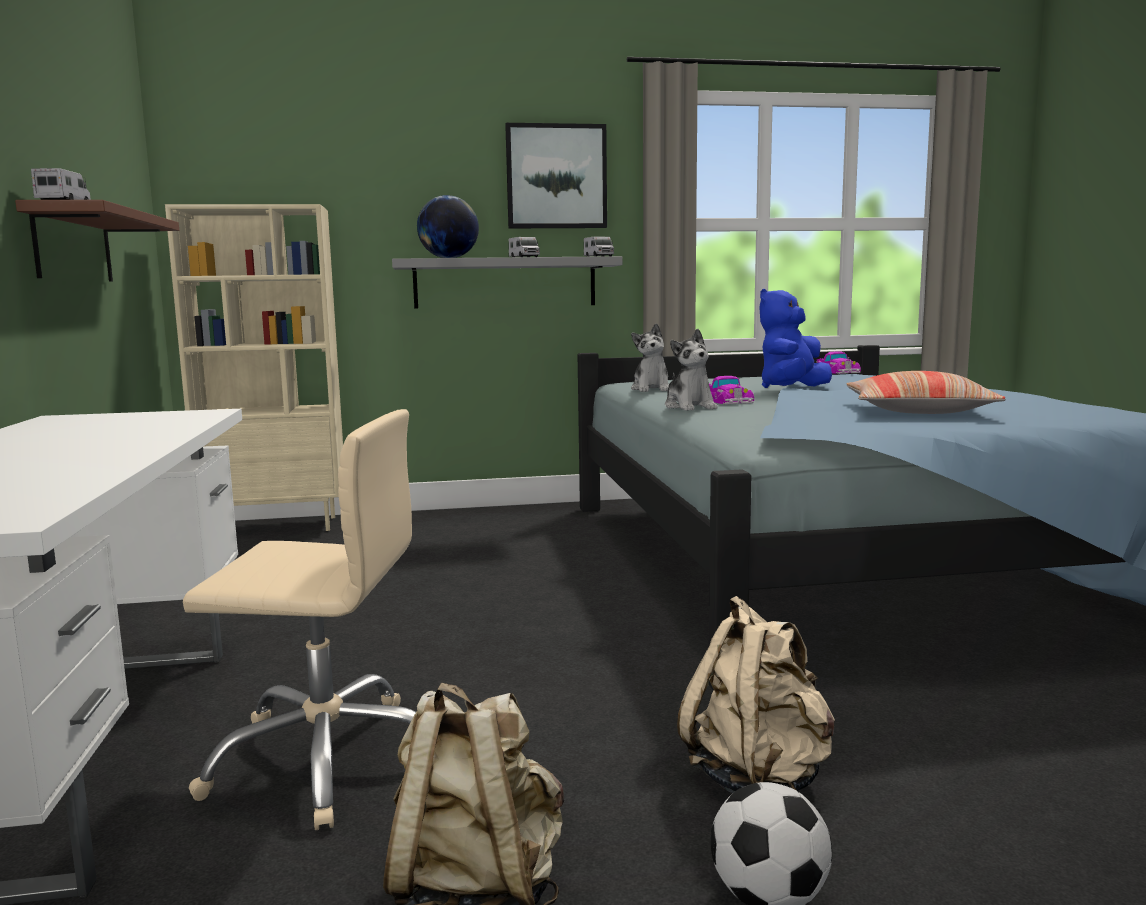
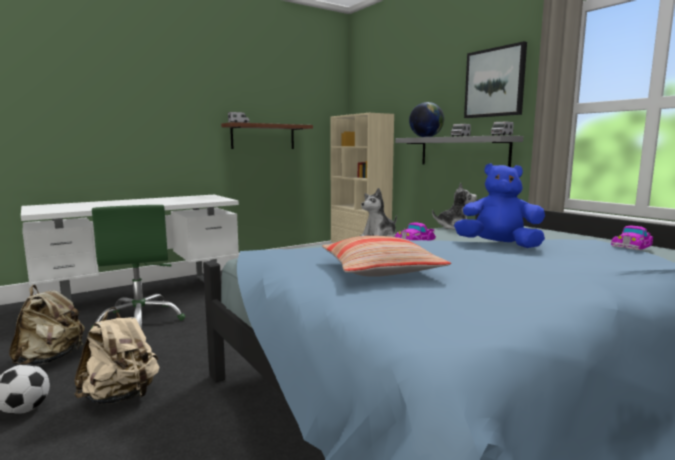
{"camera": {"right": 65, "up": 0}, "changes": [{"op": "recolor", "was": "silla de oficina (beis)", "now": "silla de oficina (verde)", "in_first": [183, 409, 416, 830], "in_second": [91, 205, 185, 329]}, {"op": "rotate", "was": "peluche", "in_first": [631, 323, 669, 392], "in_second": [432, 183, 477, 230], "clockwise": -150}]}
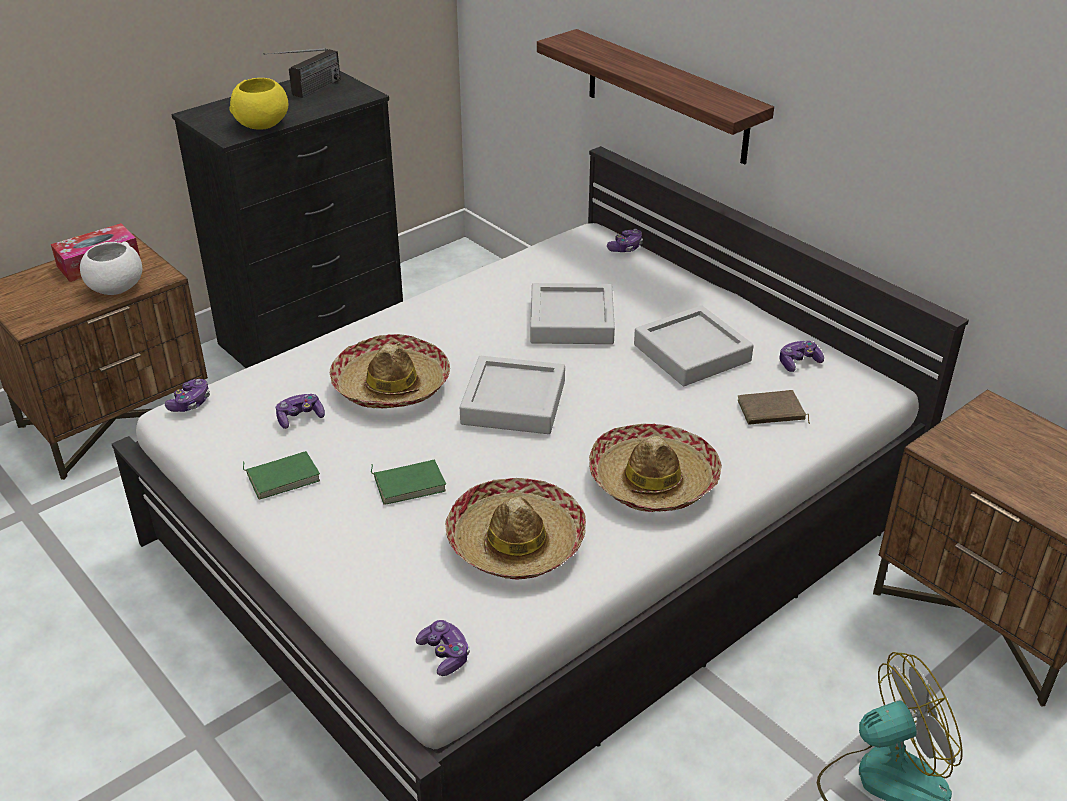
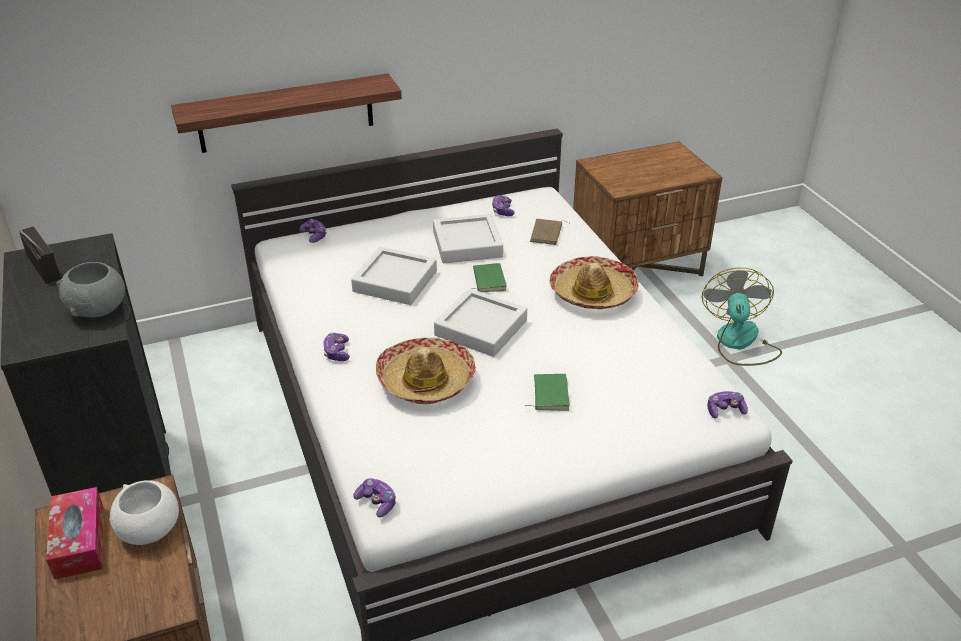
{"camera": {"right": -70, "up": 0}, "changes": [{"op": "delete", "was": "sombrero", "in_first": [445, 478, 586, 580]}, {"op": "move", "was": "libro (verde)", "in_first": [243, 451, 320, 499], "in_second": [472, 263, 507, 292]}, {"op": "move", "was": "mando de consola", "in_first": [276, 394, 325, 429], "in_second": [323, 333, 350, 361]}, {"op": "recolor", "was": "cuenco (amarillo)", "now": "cuenco (gris)", "in_first": [229, 78, 288, 130], "in_second": [56, 262, 125, 317]}]}
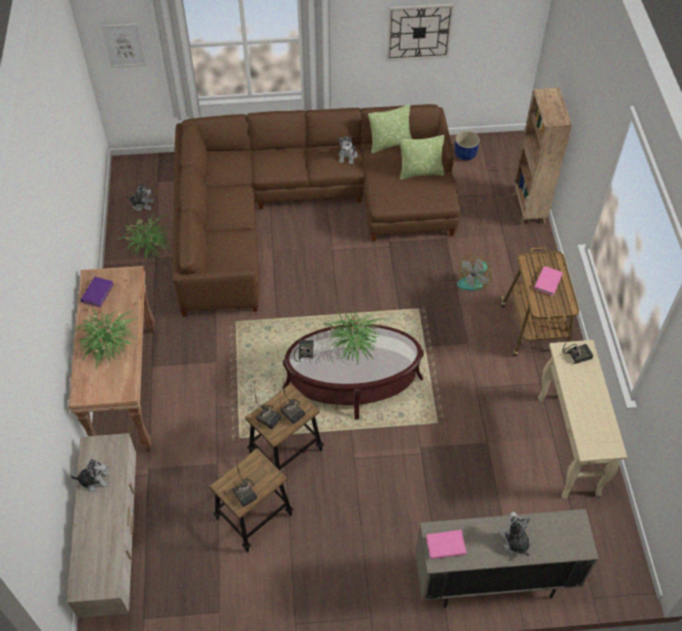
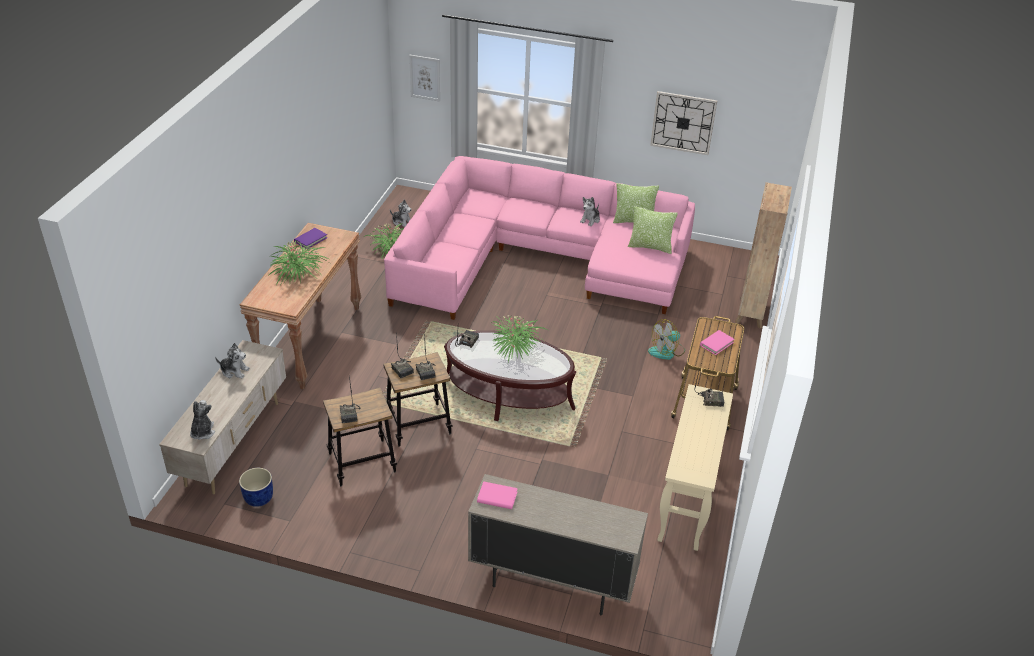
{"camera": {"right": 20, "up": -15}, "changes": [{"op": "move", "was": "maceta (azul)", "in_first": [455, 131, 480, 161], "in_second": [239, 468, 273, 507]}, {"op": "move", "was": "peluche", "in_first": [500, 512, 531, 556], "in_second": [190, 400, 215, 440]}, {"op": "recolor", "was": "sofá (marrón)", "now": "sofá (rosa)", "in_first": [172, 104, 460, 317], "in_second": [384, 156, 695, 320]}]}
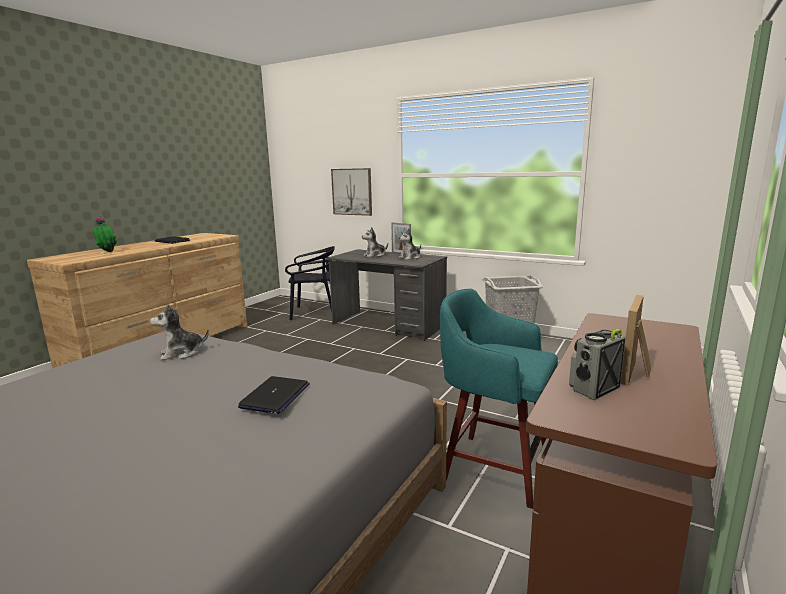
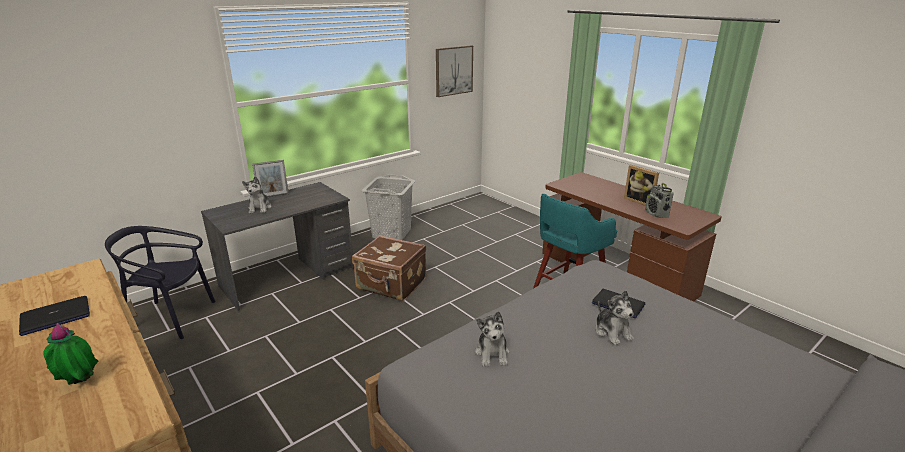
{"camera": {"right": -70, "up": 10}, "changes": [{"op": "insert", "now": "maleta (marrón)", "in_second": [352, 235, 427, 301]}, {"op": "move", "was": "cuadro", "in_first": [331, 168, 372, 216], "in_second": [436, 46, 473, 97]}, {"op": "move", "was": "peluche", "in_first": [398, 228, 421, 260], "in_second": [595, 290, 634, 345]}, {"op": "rotate", "was": "silla (negro)", "in_first": [285, 246, 335, 320], "in_second": [105, 226, 216, 339], "clockwise": -105}]}
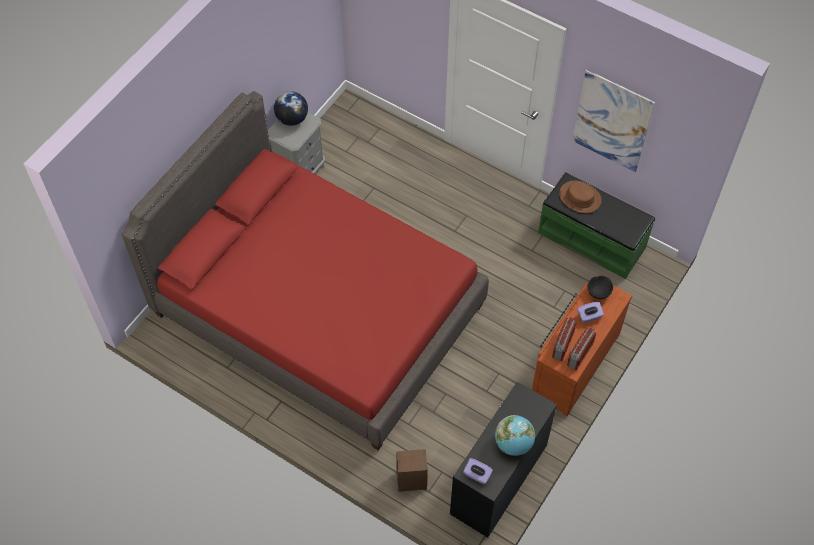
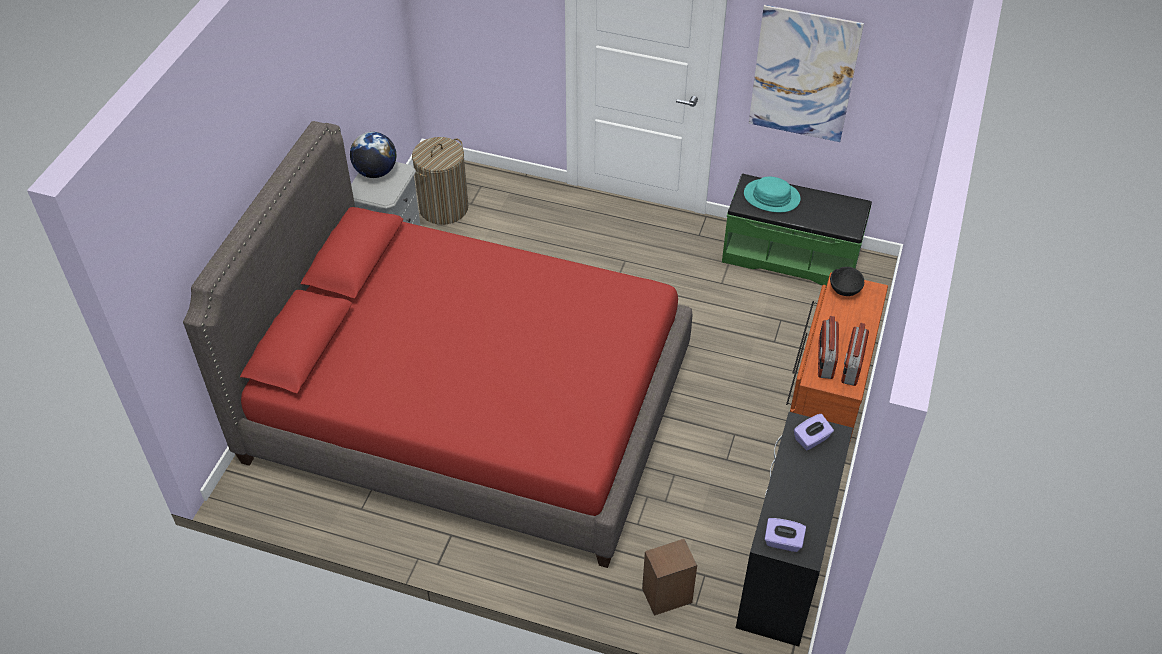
{"camera": {"right": -15, "up": -10}, "changes": [{"op": "delete", "was": "globo terráqueo", "in_first": [495, 415, 535, 456]}, {"op": "insert", "now": "cesto de la ropa", "in_second": [412, 137, 468, 225]}, {"op": "move", "was": "caja de pañuelos (morado)", "in_first": [577, 301, 604, 323], "in_second": [794, 414, 834, 451]}, {"op": "recolor", "was": "sombrero (marrón)", "now": "sombrero (turquesa)", "in_first": [559, 181, 602, 213], "in_second": [744, 177, 800, 212]}]}
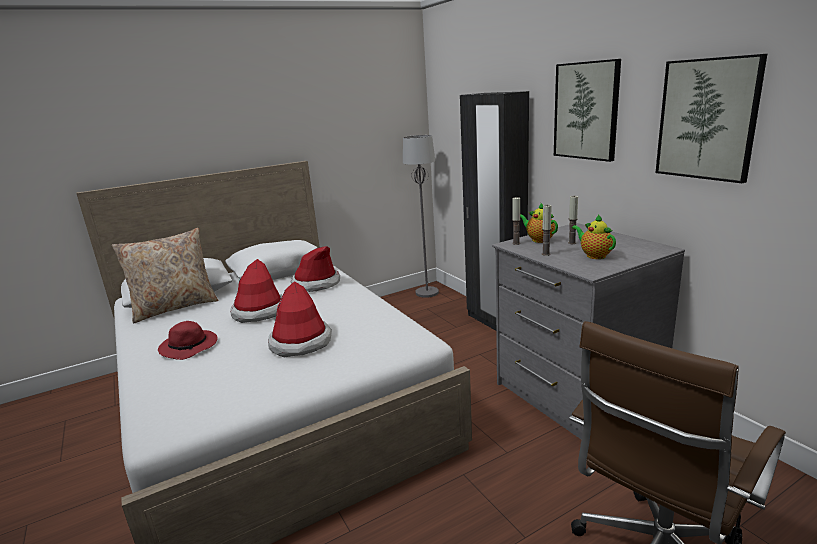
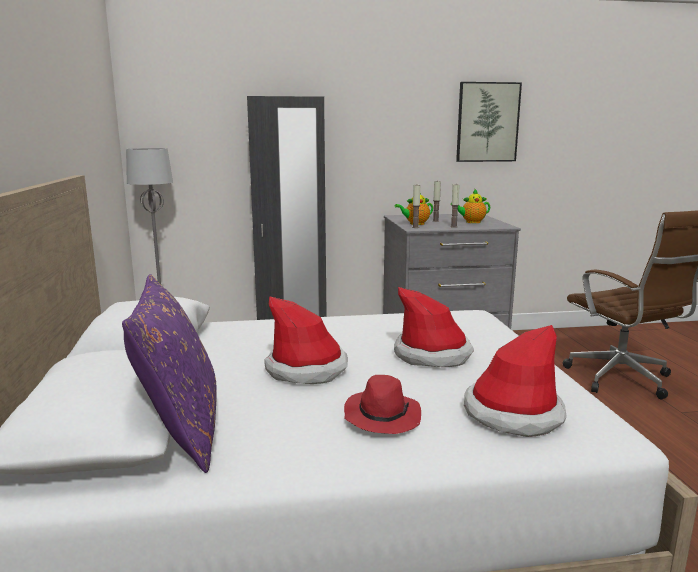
{"camera": {"right": -70, "up": -5}, "changes": [{"op": "delete", "was": "cuadro", "in_first": [554, 59, 621, 162]}, {"op": "move", "was": "sombrero", "in_first": [291, 246, 340, 292], "in_second": [464, 325, 567, 437]}, {"op": "recolor", "was": "cojín (beis)", "now": "cojín (morado)", "in_first": [112, 228, 218, 323], "in_second": [122, 274, 217, 473]}]}
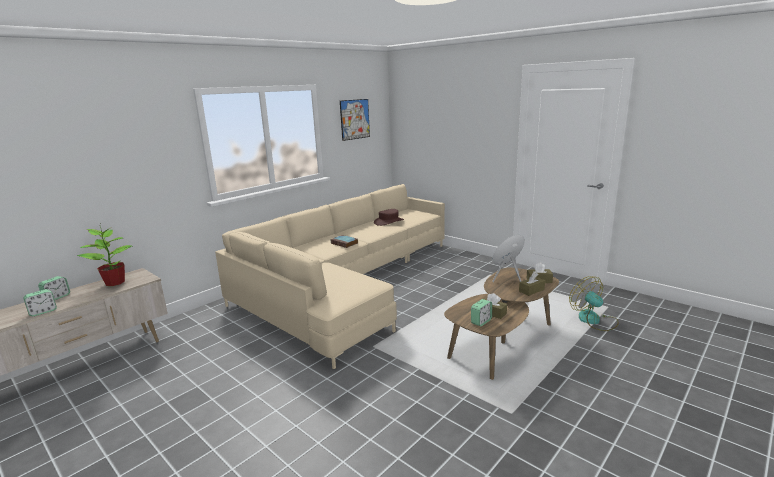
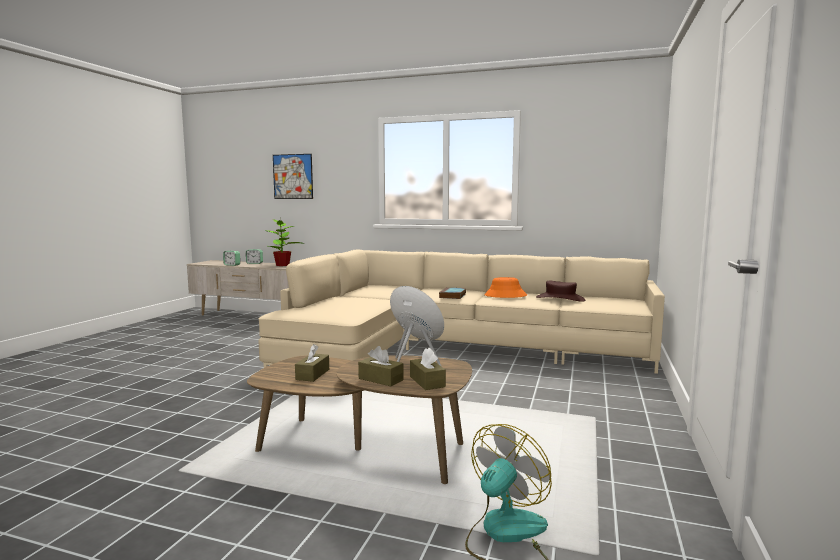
{"camera": {"right": 65, "up": -10}, "changes": [{"op": "delete", "was": "despertador", "in_first": [471, 299, 492, 326]}, {"op": "insert", "now": "sombrero (naranja)", "in_second": [484, 277, 527, 298]}, {"op": "move", "was": "cuadro", "in_first": [340, 99, 370, 141], "in_second": [273, 154, 313, 199]}]}
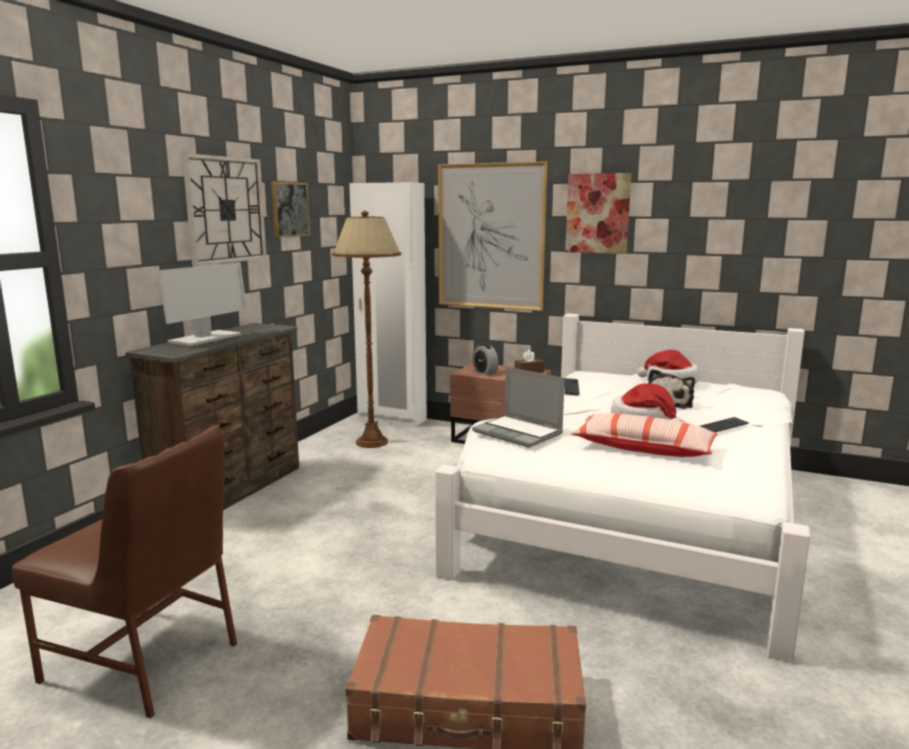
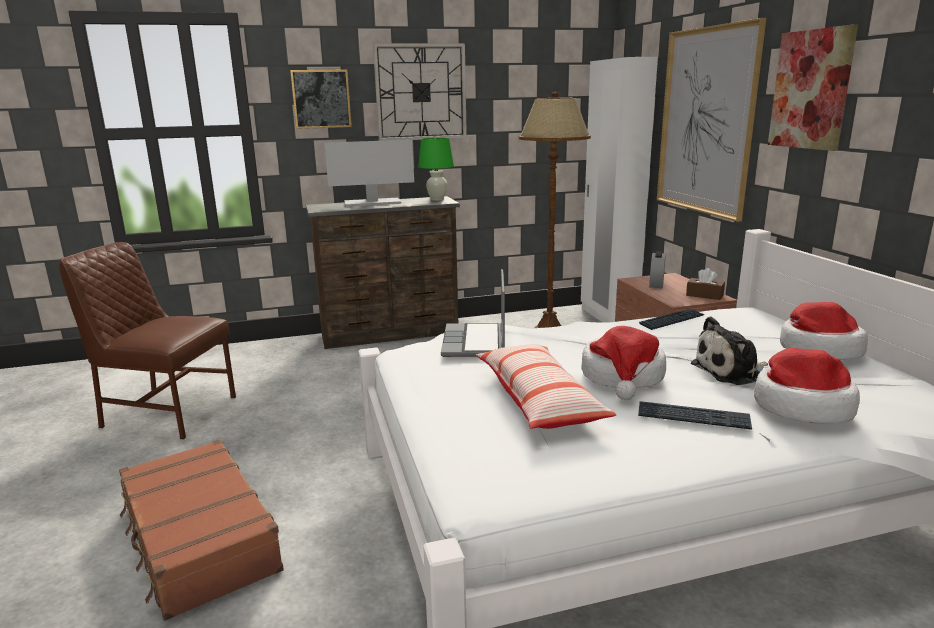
{"camera": {"right": 50, "up": 5}, "changes": [{"op": "insert", "now": "lámpara de mesa (verde)", "in_second": [418, 138, 454, 201]}, {"op": "insert", "now": "sombrero", "in_second": [754, 348, 860, 424]}, {"op": "move", "was": "cuadro", "in_first": [271, 182, 310, 238], "in_second": [290, 70, 352, 129]}, {"op": "rotate", "was": "silla (marrón)", "in_first": [12, 425, 237, 718], "in_second": [59, 242, 236, 439], "clockwise": 120}]}
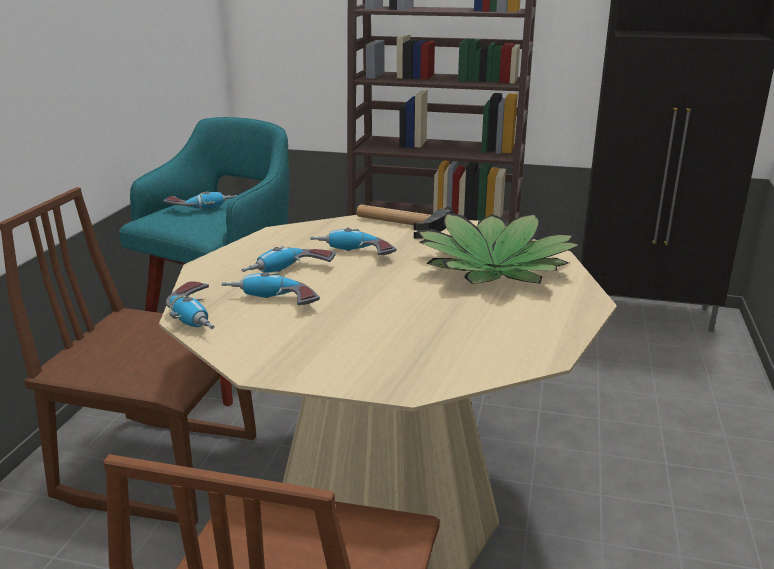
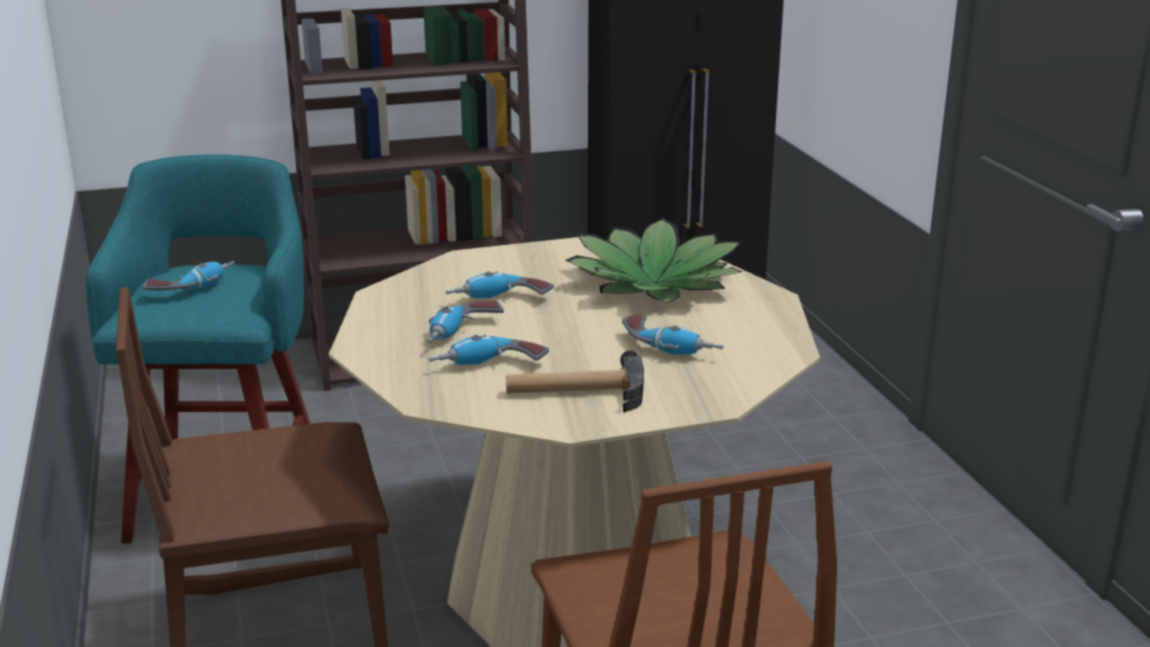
{"camera": {"right": -30, "up": 0}, "changes": [{"op": "move", "was": "taladro", "in_first": [166, 281, 214, 329], "in_second": [622, 315, 723, 355]}, {"op": "move", "was": "martillo", "in_first": [357, 204, 454, 239], "in_second": [506, 350, 644, 412]}]}
